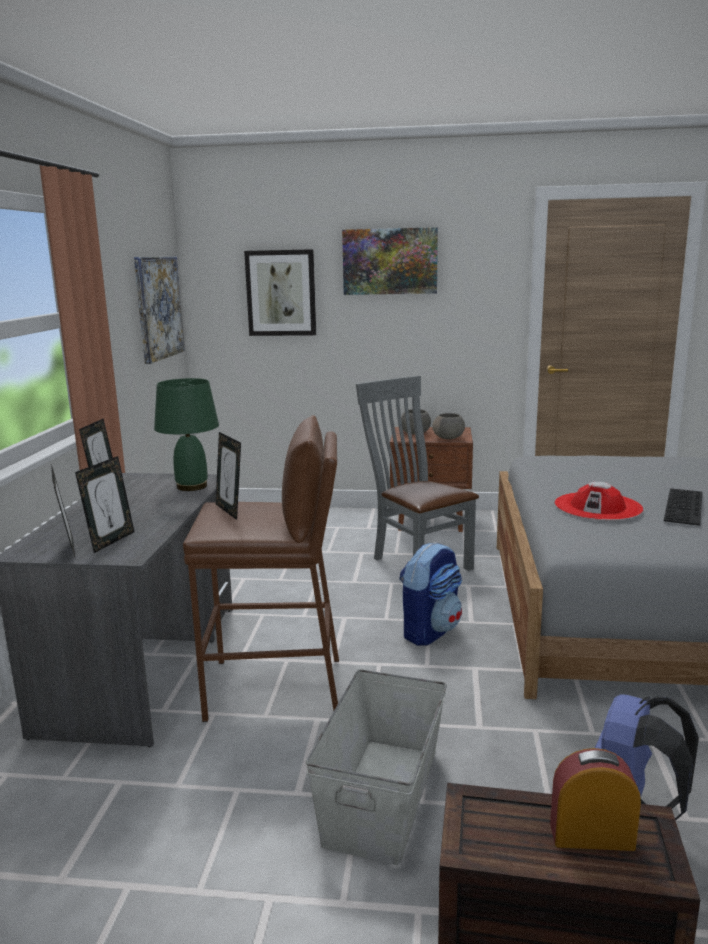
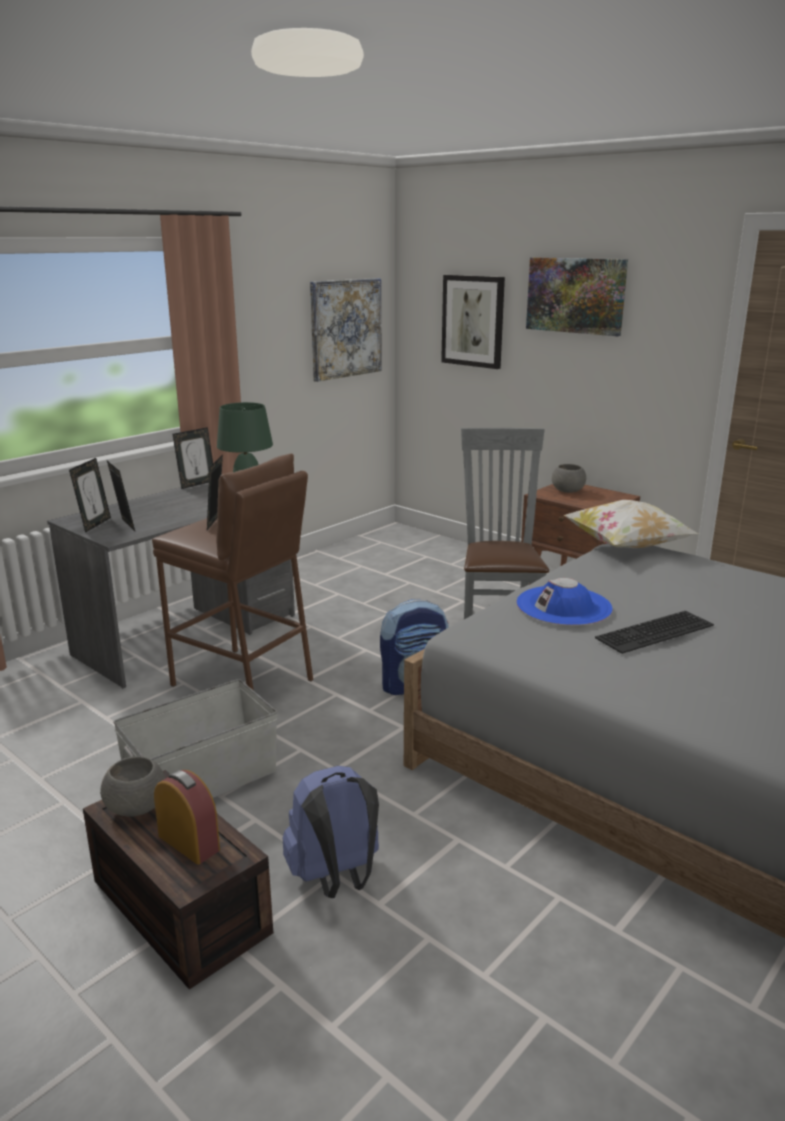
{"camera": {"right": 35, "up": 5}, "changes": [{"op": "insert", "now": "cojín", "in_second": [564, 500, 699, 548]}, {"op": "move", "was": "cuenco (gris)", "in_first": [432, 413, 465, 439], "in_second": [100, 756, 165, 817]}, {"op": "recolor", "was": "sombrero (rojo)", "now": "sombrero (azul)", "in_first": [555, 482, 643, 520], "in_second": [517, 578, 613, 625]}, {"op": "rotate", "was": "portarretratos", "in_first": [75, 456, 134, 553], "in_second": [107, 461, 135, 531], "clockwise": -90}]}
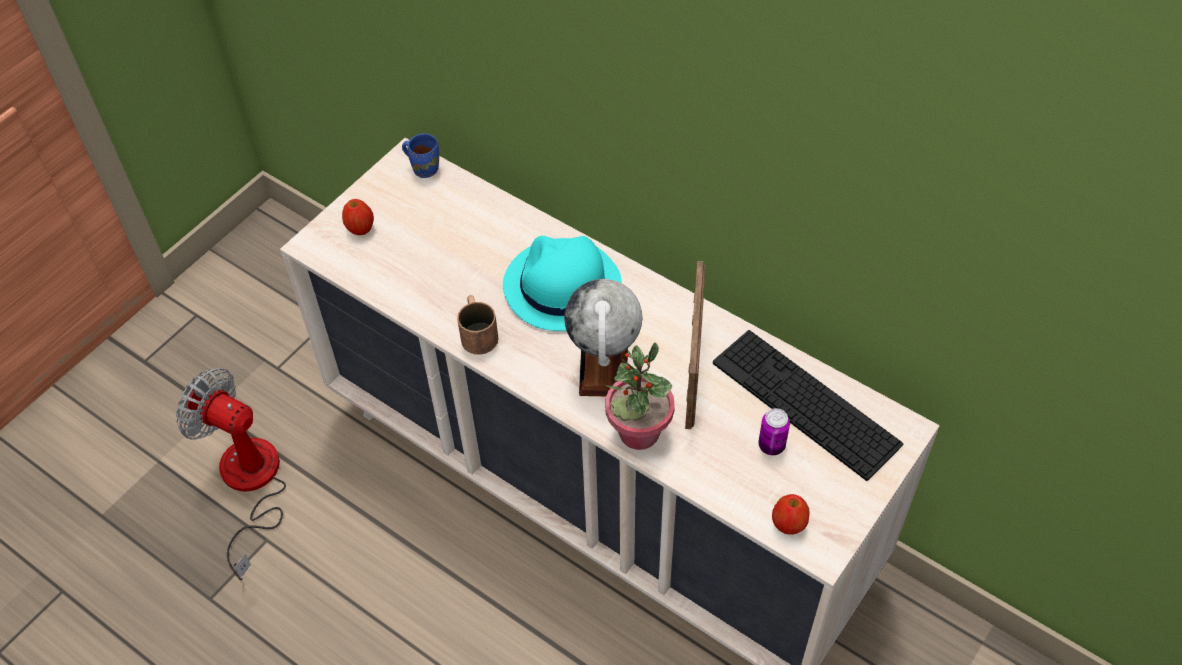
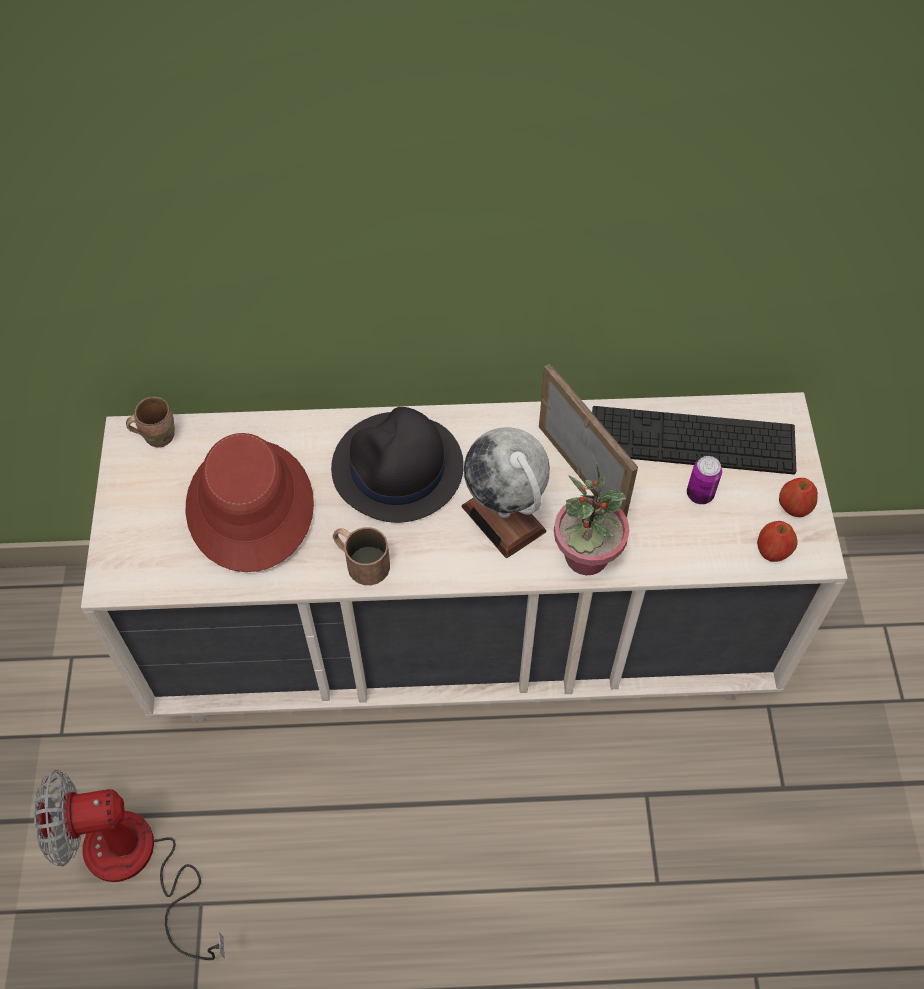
{"camera": {"right": -40, "up": 5}, "changes": [{"op": "insert", "now": "sombrero (rojo)", "in_second": [186, 433, 314, 572]}, {"op": "move", "was": "manzana", "in_first": [342, 199, 374, 235], "in_second": [779, 478, 818, 517]}, {"op": "recolor", "was": "taza grande (azul)", "now": "taza grande (marrón)", "in_first": [402, 133, 439, 178], "in_second": [126, 397, 175, 448]}, {"op": "recolor", "was": "sombrero (turquesa)", "now": "sombrero (negro)", "in_first": [503, 236, 622, 331], "in_second": [331, 407, 464, 523]}]}
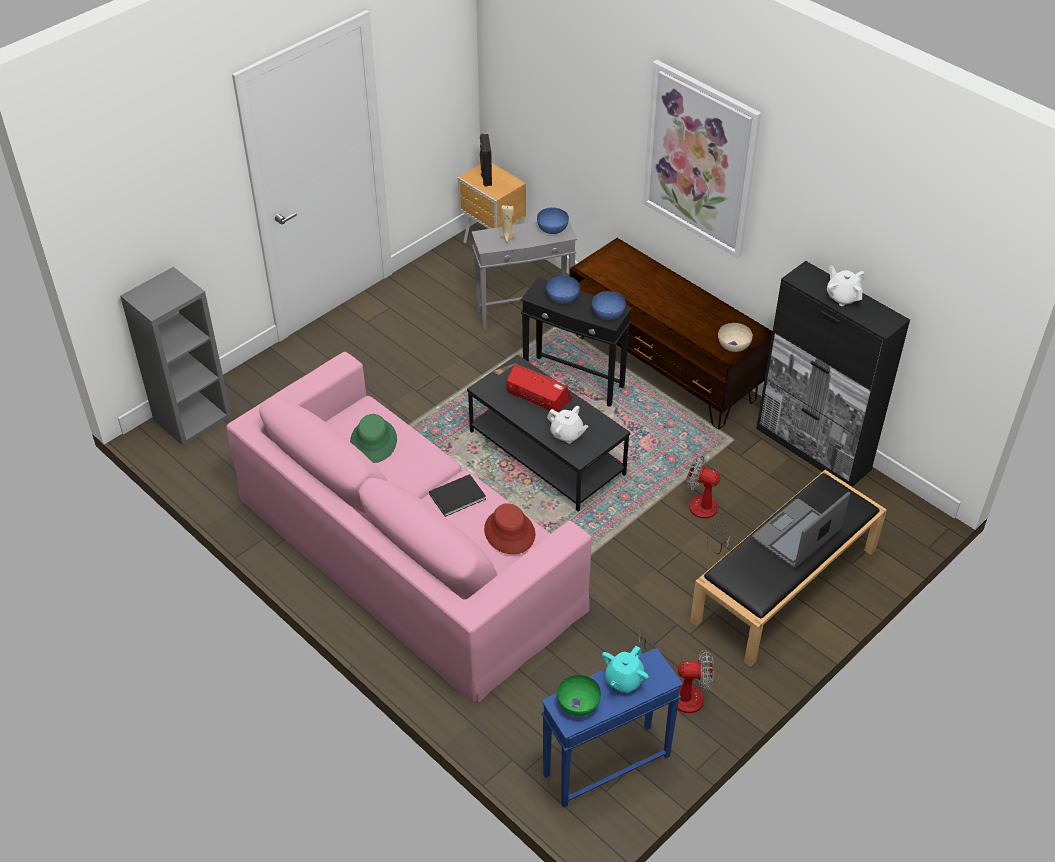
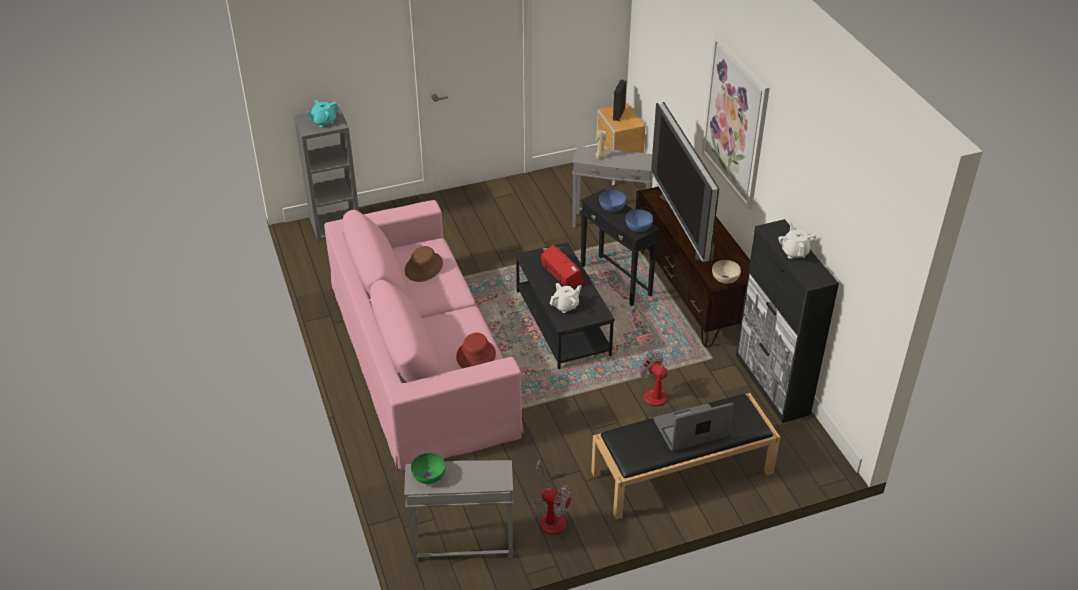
{"camera": {"right": 25, "up": -5}, "changes": [{"op": "delete", "was": "libro (negro)", "in_first": [429, 474, 486, 517]}, {"op": "delete", "was": "cuenco (azul)", "in_first": [537, 208, 569, 234]}, {"op": "insert", "now": "televisor", "in_second": [651, 102, 719, 262]}, {"op": "move", "was": "tetera (turquesa)", "in_first": [602, 646, 649, 693], "in_second": [306, 100, 339, 127]}, {"op": "recolor", "was": "sombrero (verde)", "now": "sombrero (marrón)", "in_first": [350, 414, 397, 463], "in_second": [405, 246, 443, 282]}, {"op": "recolor", "was": "mesa auxiliar (azul)", "now": "mesa auxiliar (gris)", "in_first": [541, 648, 683, 808], "in_second": [404, 460, 513, 562]}, {"op": "rotate", "was": "tetera (blanco)", "in_first": [547, 406, 588, 444], "in_second": [550, 283, 582, 313], "clockwise": -90}]}
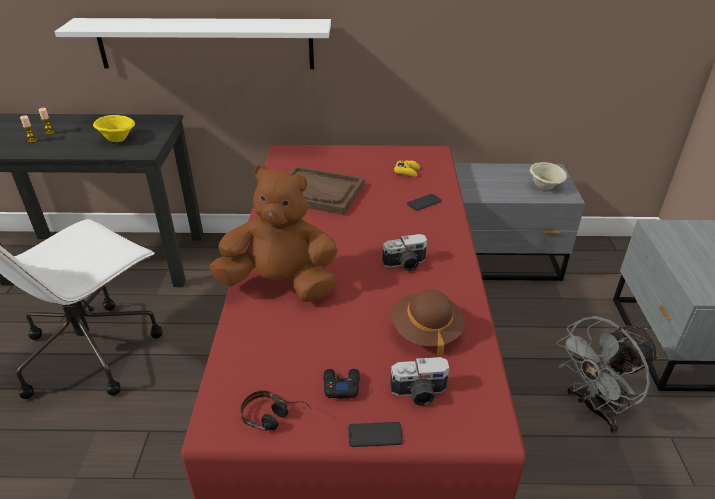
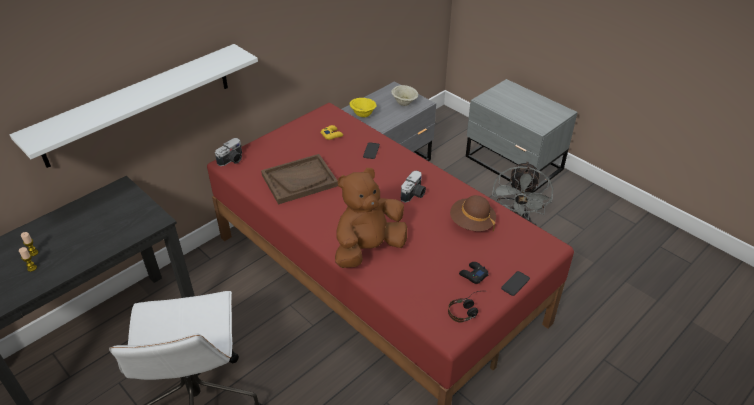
{"camera": {"right": -45, "up": 5}, "changes": [{"op": "move", "was": "cuenco (amarillo)", "in_first": [93, 115, 135, 142], "in_second": [349, 98, 377, 117]}, {"op": "move", "was": "cámara", "in_first": [390, 357, 450, 406], "in_second": [215, 138, 242, 166]}]}
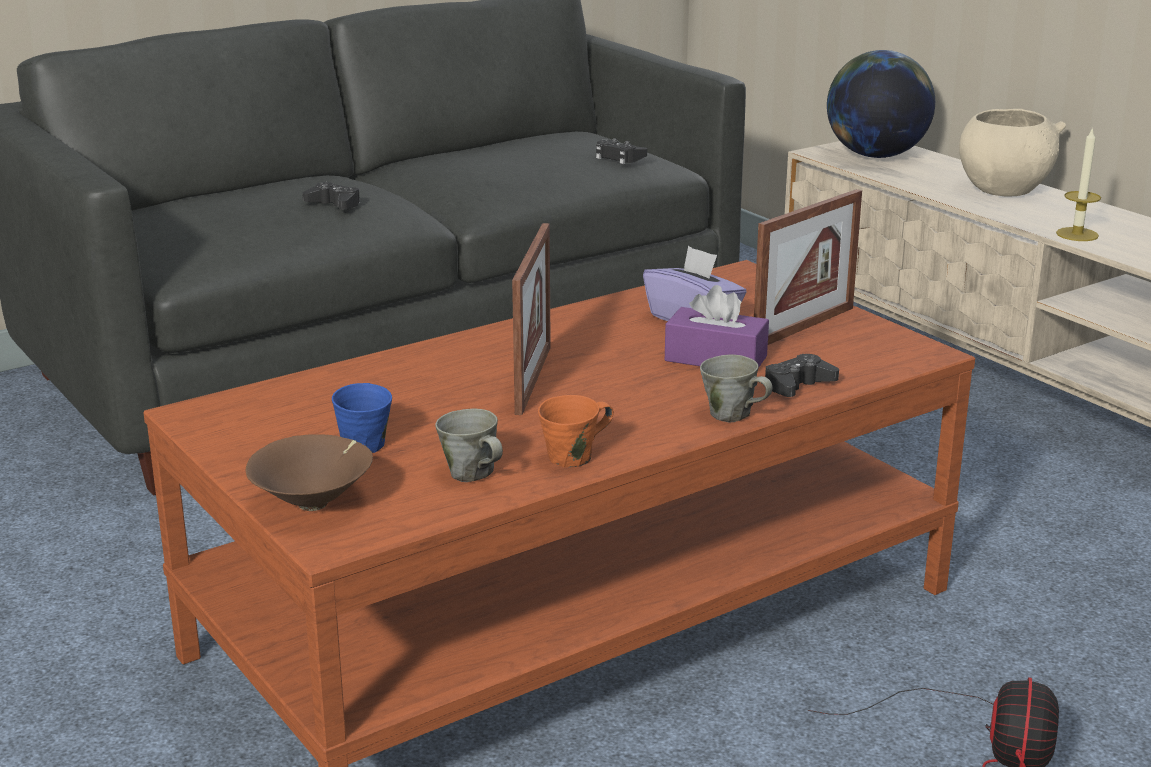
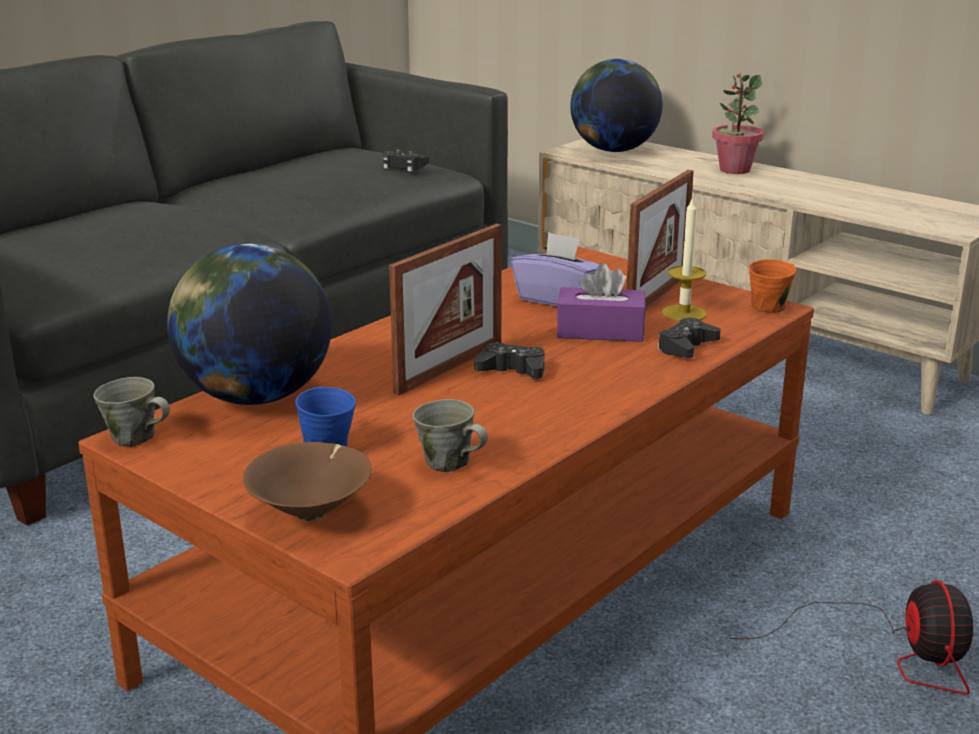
{"camera": {"right": -15, "up": 0}, "changes": [{"op": "insert", "now": "globo terráqueo", "in_second": [167, 244, 332, 405]}, {"op": "move", "was": "mando de consola (negro)", "in_first": [302, 182, 360, 209], "in_second": [474, 342, 544, 379]}, {"op": "move", "was": "taza grande (naranja)", "in_first": [538, 395, 614, 467], "in_second": [749, 259, 796, 313]}, {"op": "move", "was": "taza grande (gris)", "in_first": [700, 355, 773, 422], "in_second": [94, 377, 170, 447]}, {"op": "move", "was": "vela", "in_first": [1056, 127, 1101, 241], "in_second": [662, 199, 707, 321]}, {"op": "replace", "was": "cuenco (beis)", "now": "planta en maceta", "in_first": [959, 109, 1066, 196], "in_second": [712, 73, 764, 174]}, {"op": "rotate", "was": "portarretratos", "in_first": [512, 223, 551, 415], "in_second": [389, 224, 502, 395], "clockwise": 45}]}
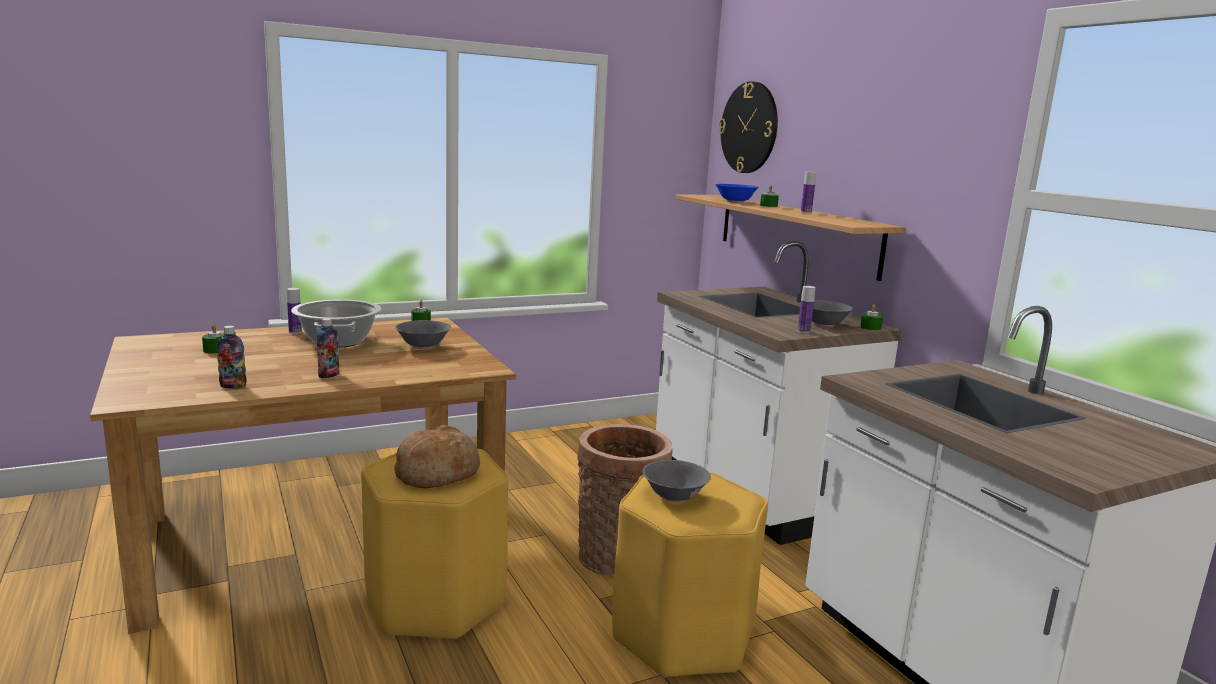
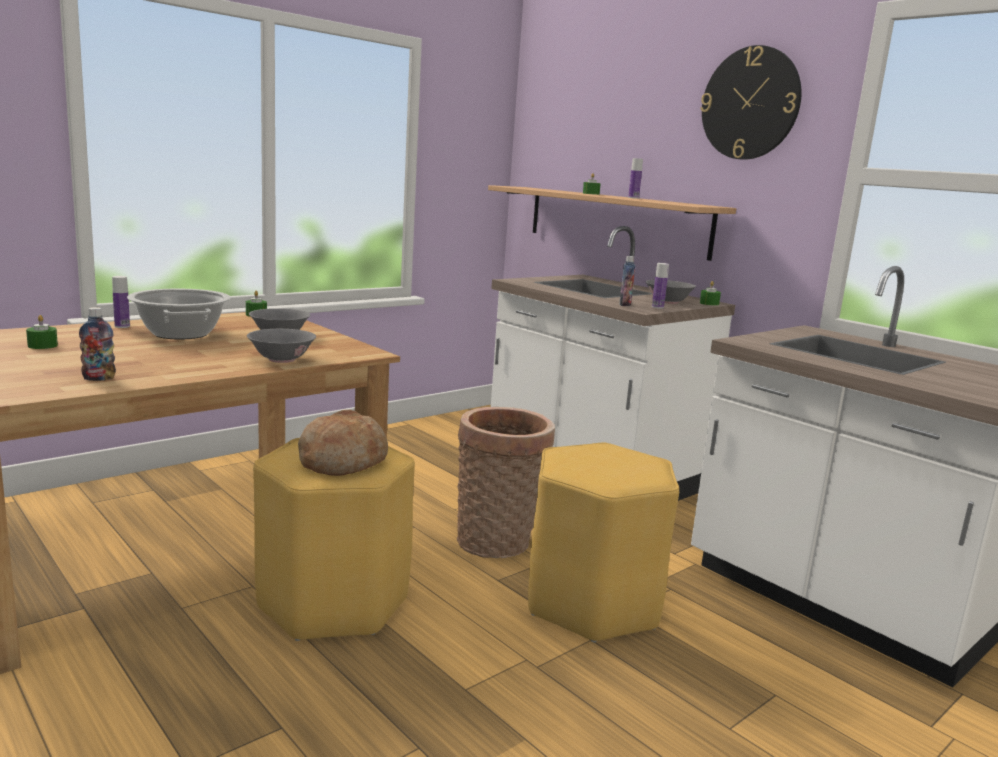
{"camera": {"right": -15, "up": 0}, "changes": [{"op": "delete", "was": "cuenco (azul)", "in_first": [715, 184, 759, 203]}, {"op": "move", "was": "botella", "in_first": [317, 318, 339, 378], "in_second": [619, 256, 636, 306]}, {"op": "move", "was": "cuenco (gris)", "in_first": [642, 460, 711, 502], "in_second": [247, 329, 316, 363]}, {"op": "move", "was": "reloj de pared", "in_first": [719, 81, 778, 173], "in_second": [700, 45, 802, 160]}]}
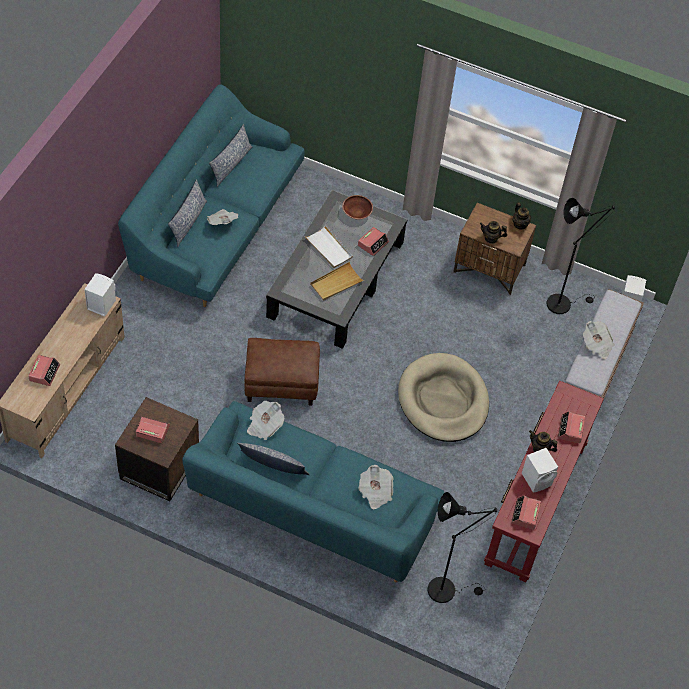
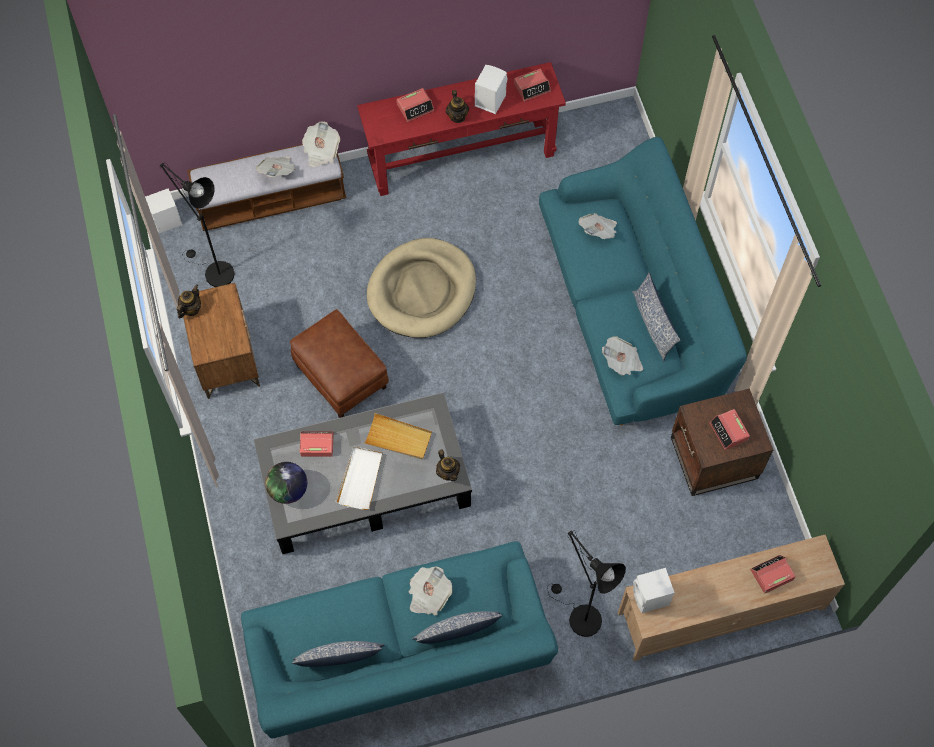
{"camera": {"right": -125, "up": 10}, "changes": [{"op": "insert", "now": "periódico", "in_second": [302, 121, 340, 167]}, {"op": "move", "was": "puf (marrón)", "in_first": [244, 338, 320, 405], "in_second": [290, 309, 389, 418]}, {"op": "move", "was": "lámpara de pie (negro)", "in_first": [427, 492, 497, 603], "in_second": [547, 530, 626, 637]}, {"op": "move", "was": "tetera", "in_first": [480, 221, 507, 244], "in_second": [436, 449, 460, 481]}, {"op": "replace", "was": "cuenco (marrón)", "now": "globo terráqueo", "in_first": [342, 195, 373, 220], "in_second": [265, 462, 307, 504]}]}
